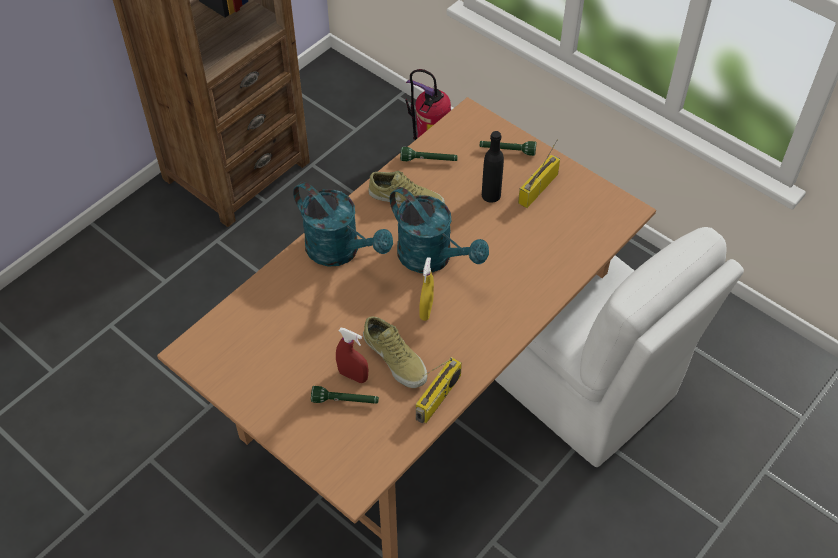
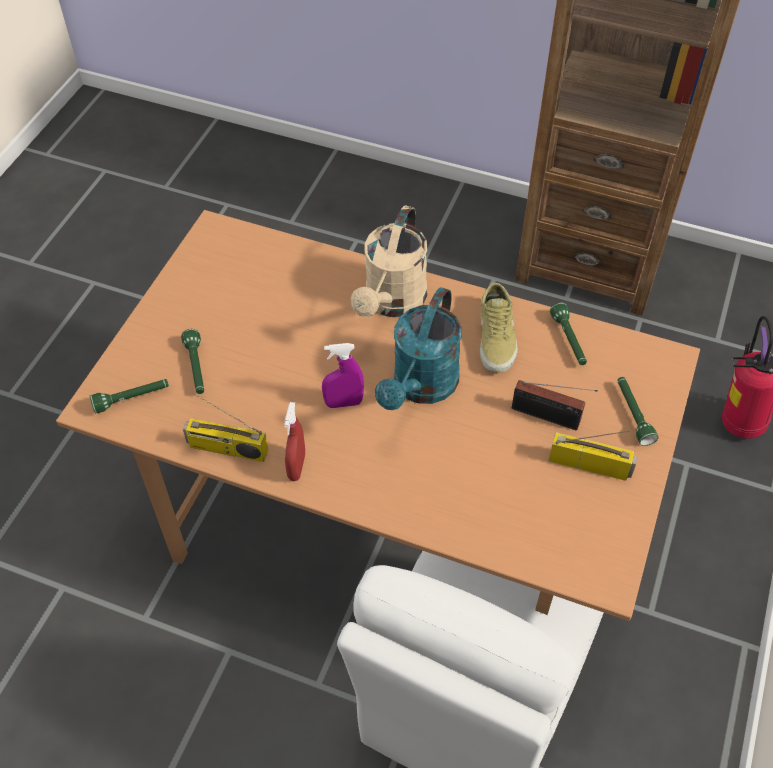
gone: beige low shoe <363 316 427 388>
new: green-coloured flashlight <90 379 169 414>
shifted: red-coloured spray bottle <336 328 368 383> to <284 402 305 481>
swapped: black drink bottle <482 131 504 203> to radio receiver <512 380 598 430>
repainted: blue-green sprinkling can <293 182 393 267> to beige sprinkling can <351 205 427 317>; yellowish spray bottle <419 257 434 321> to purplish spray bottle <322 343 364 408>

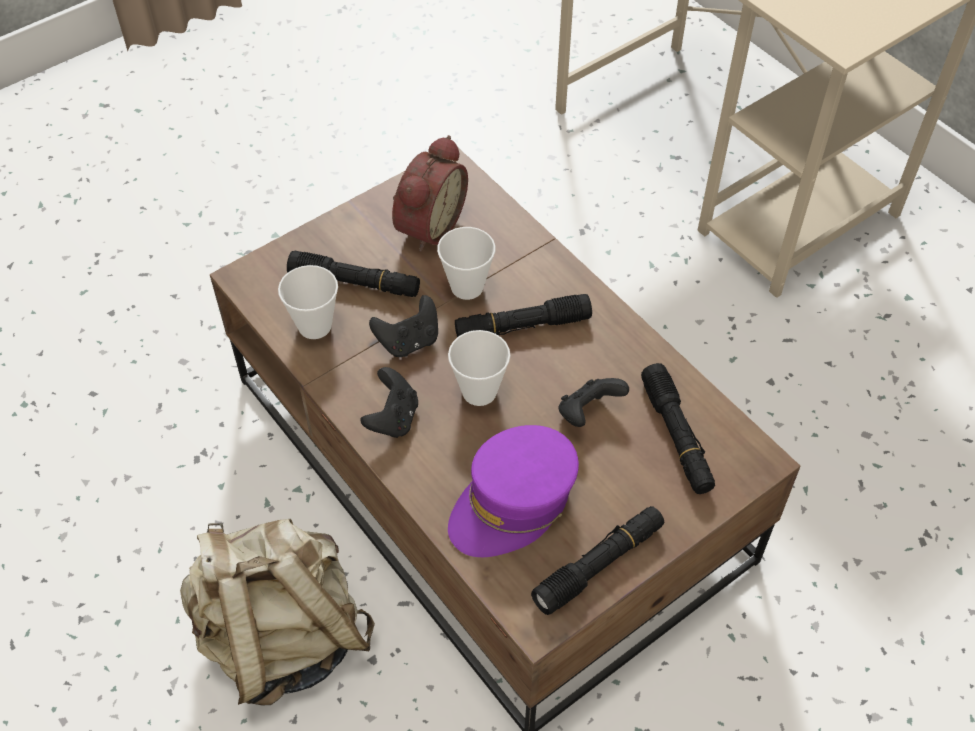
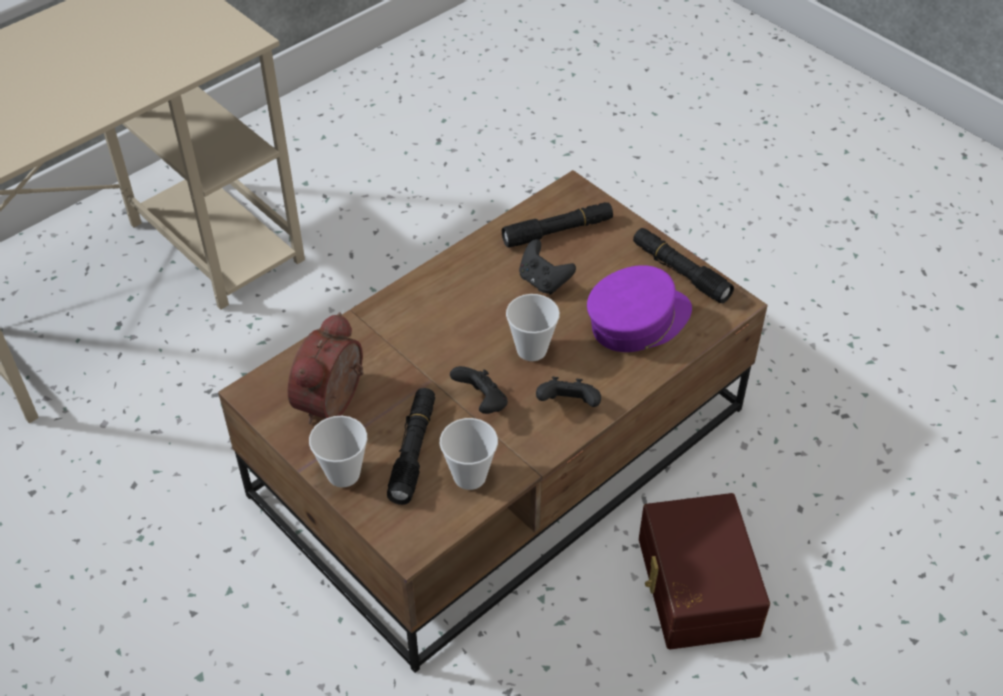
gone: black flashlight <455 294 592 337>
shifted: small cup <437 227 496 300> to <309 416 367 488>
swapped: beige backpack <180 519 375 705> to brownish storage box <639 493 770 649>
rotated: table clock <392 135 468 252> = <287 312 364 424> 90 degrees counterclockwise; purplish peaked cap <448 425 579 557> = <587 265 692 352> 75 degrees counterclockwise

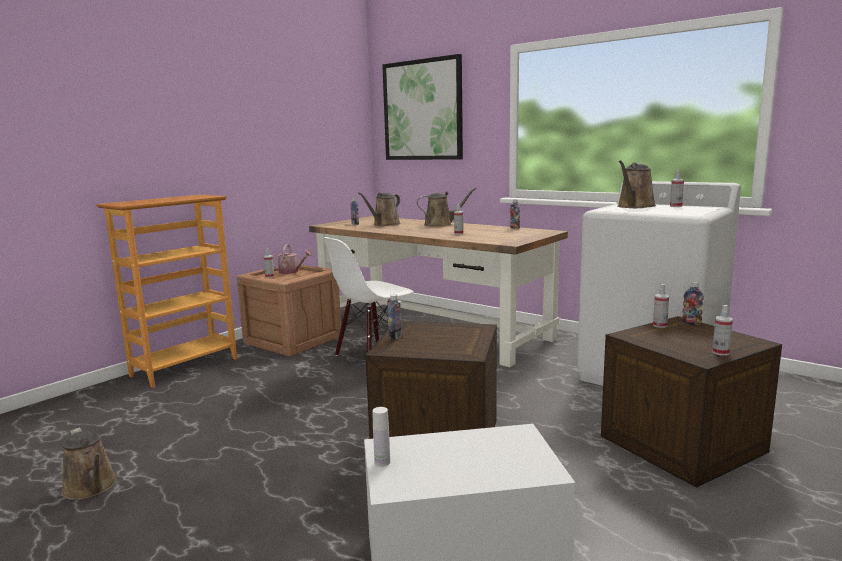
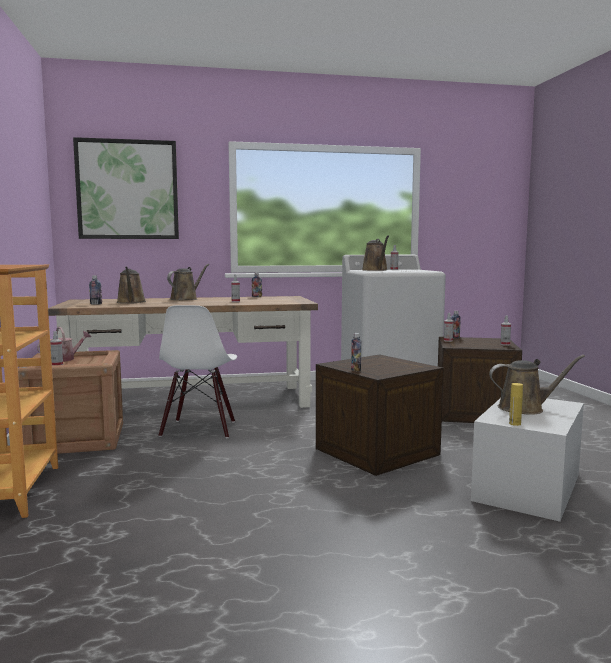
shifted: brownish sprinkling can <61 428 117 500> to <489 355 585 415>
repainted: whitish drink bottle <372 407 390 467> to yellowish drink bottle <509 383 523 426>

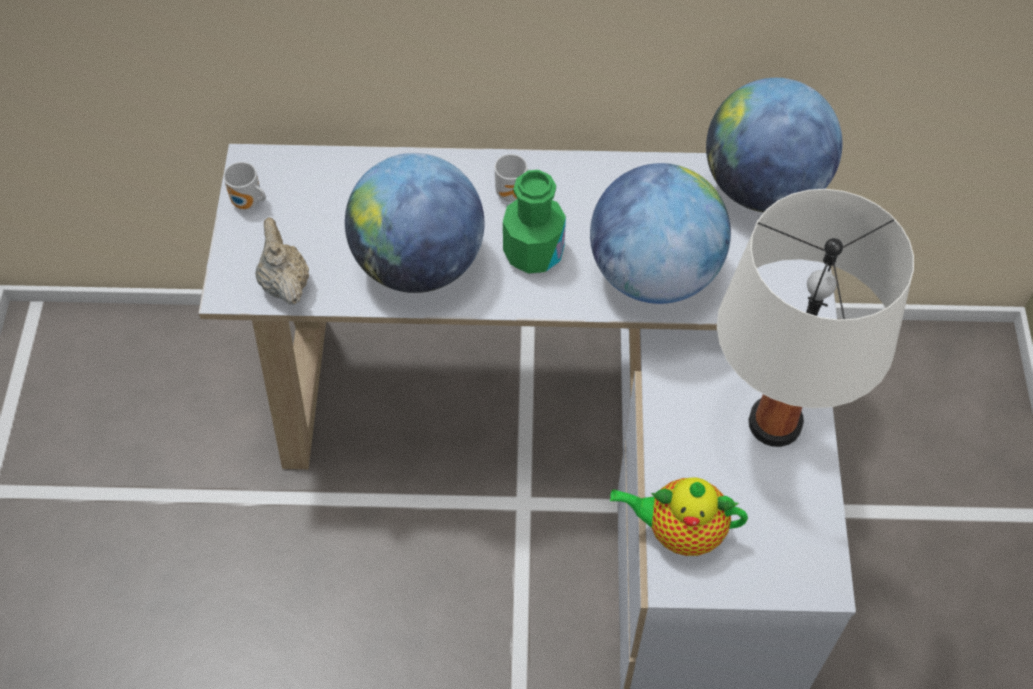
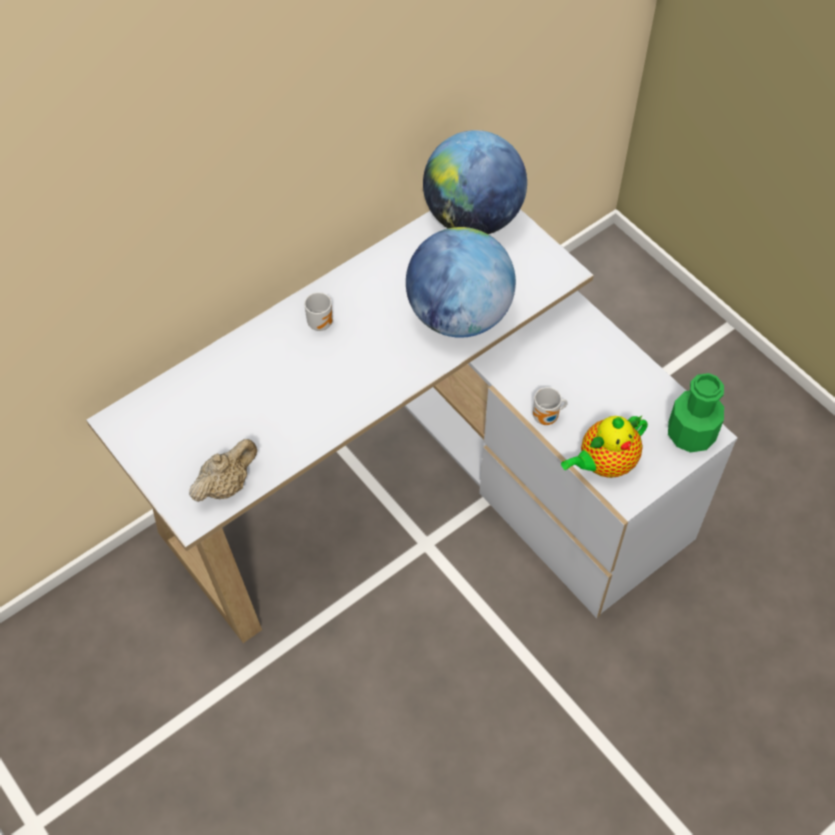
gone: desk globe <345 153 484 293>; whitish table lamp <717 189 914 447>
shifted: tea mug <223 162 266 209> to <533 387 568 425>; green-coloured drink bottle <503 170 566 274> to <668 373 724 452>
rotated: beige tea pot <255 217 309 305> = <189 439 257 502> 105 degrees clockwise

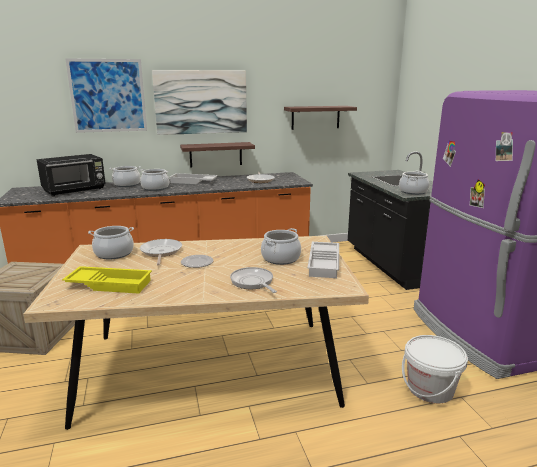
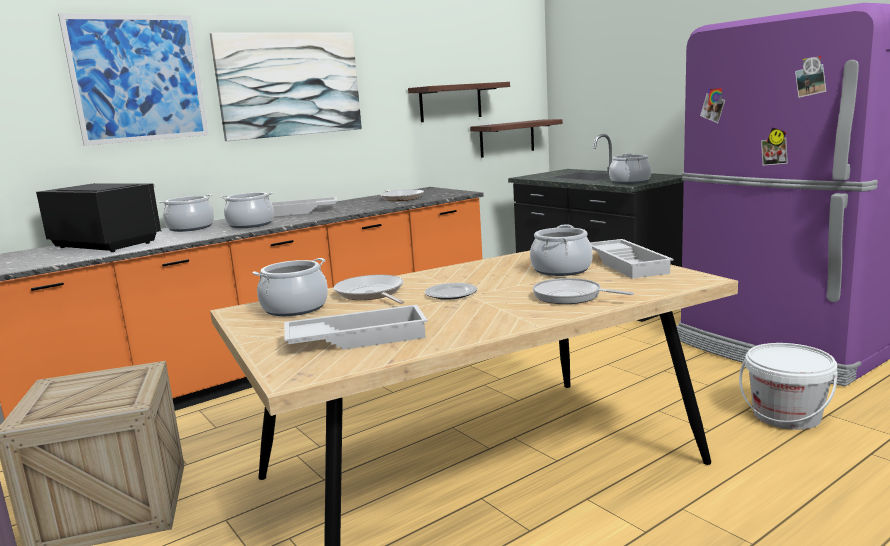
shifted: shelf <180 142 255 168> to <470 119 563 158>
repainted: yellowish carrying tray <62 266 152 294> to whitish carrying tray <284 305 428 350>
rotated: black microwave <36 154 106 196> = <36 183 162 252> 90 degrees counterclockwise

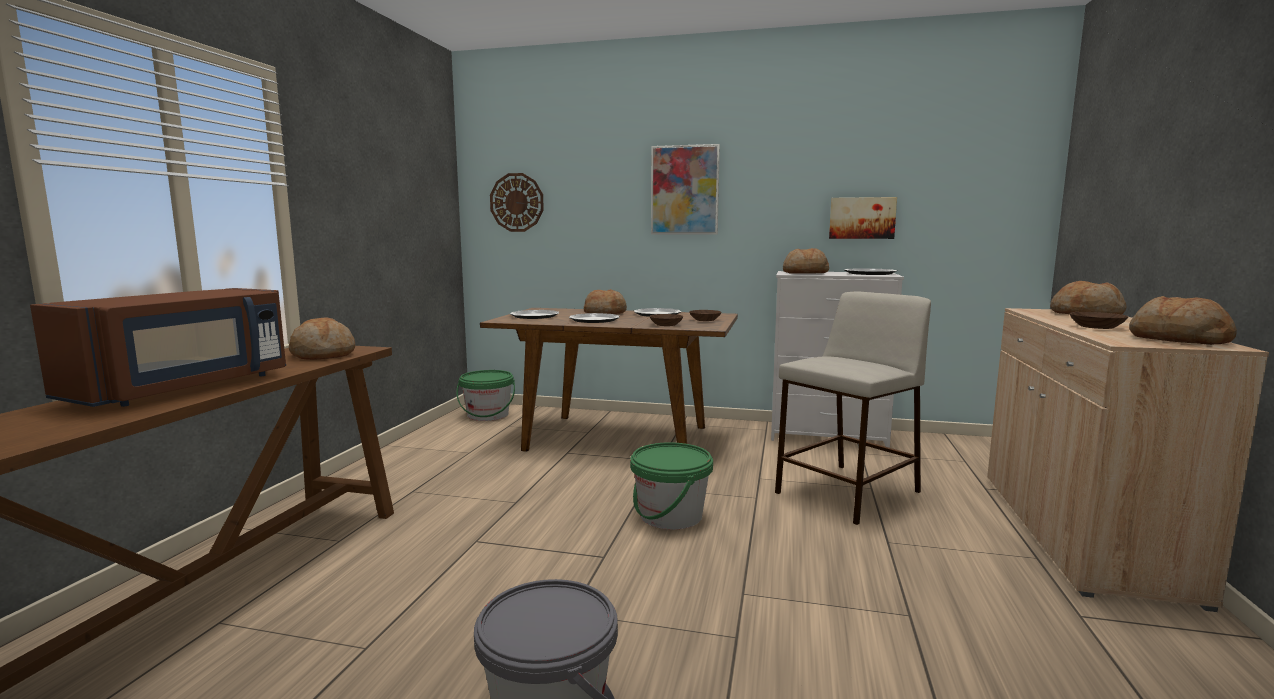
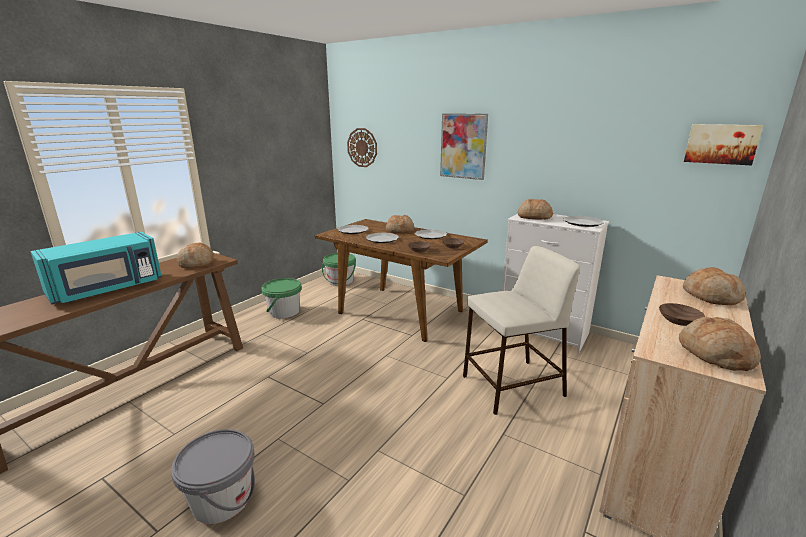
shifted: green-coloured pail <630 442 713 530> to <262 278 302 318>; wall picture <829 197 897 239> to <684 124 763 166>
repainted: brownish microwave <30 288 286 407> to blue-green microwave <31 232 162 304>

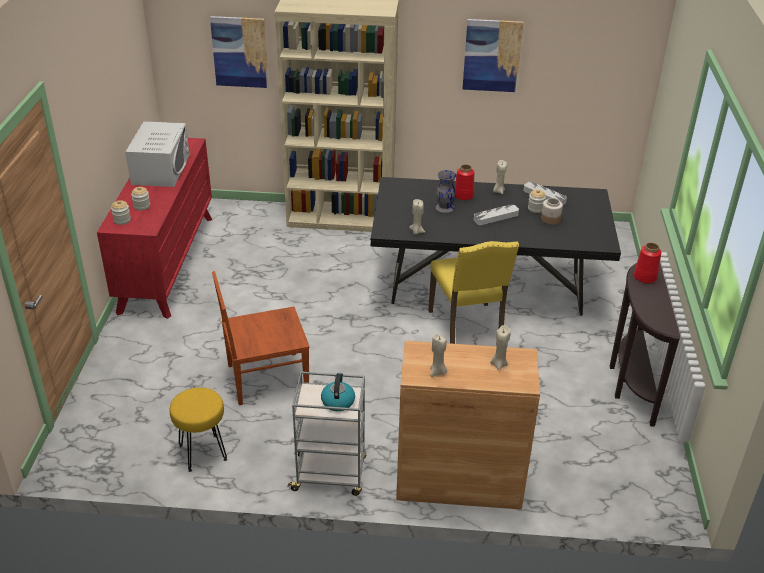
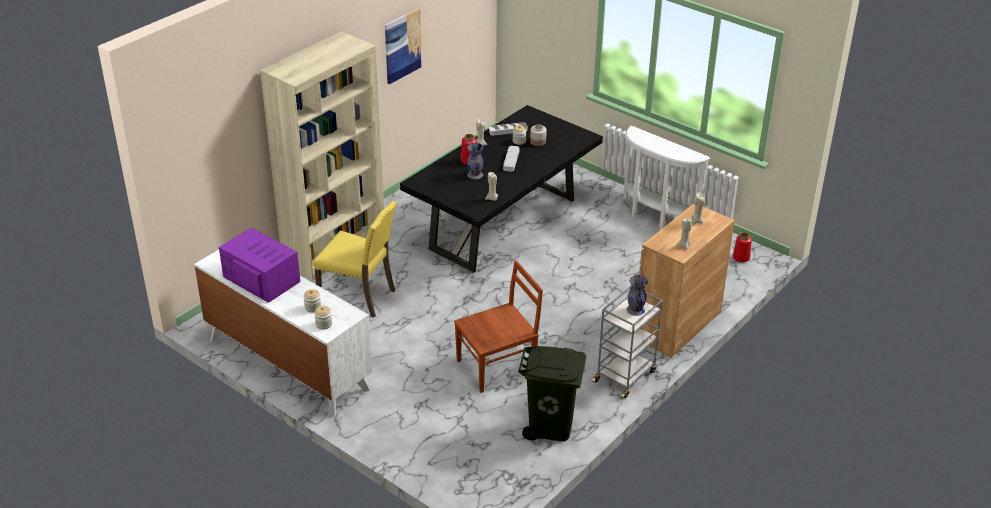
gone: wall picture <210 16 269 88>
shifted: yellowish chair <428 241 519 344> to <313 201 397 317>; red-coloured decorative vase <634 242 661 283> to <733 232 752 262>
swapped: yellowish stool <170 387 227 472> to green-coloured waste bin <518 346 586 441>; tea kettle <321 373 355 411> to grey decorative vase <627 275 648 316>
repainted: red-coloured dresser <97 138 212 319> to whitish dresser <194 250 372 417>; whitish microwave <125 121 190 187> to purplish microwave <219 227 301 303>; brownish narrow table <610 263 680 427> to whitish narrow table <623 126 710 230>
rotated: brownish chair <212 271 310 405> = <454 260 543 393> 135 degrees counterclockwise

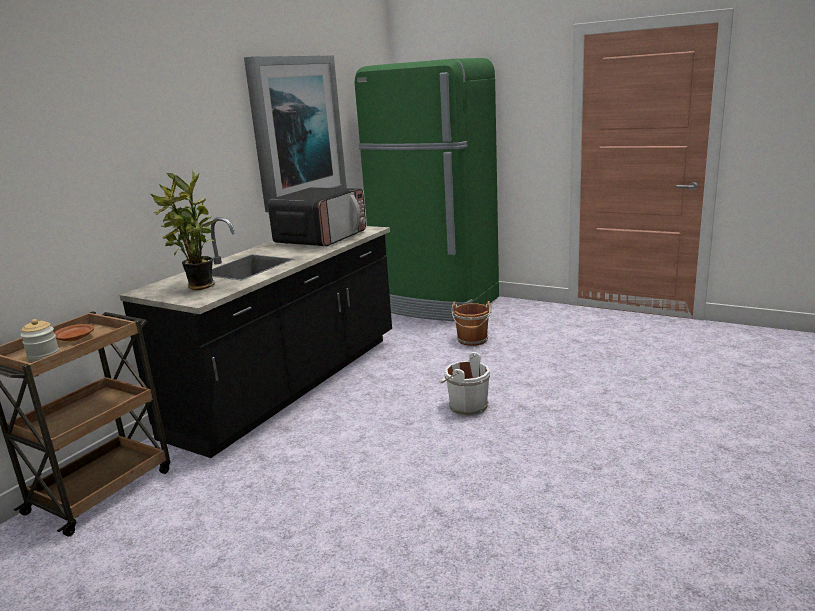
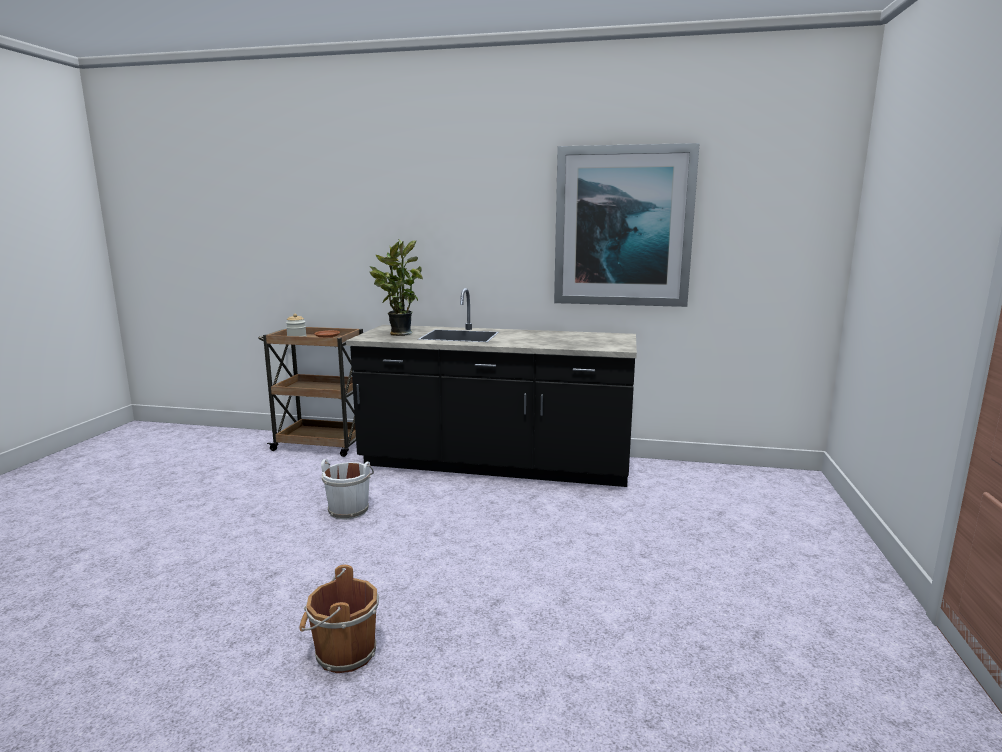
gone: microwave <268 187 366 246>; green-coloured refrigerator <355 58 499 321>
shifted: whitish pail <440 352 490 417> to <321 459 374 520>; brownish pail <451 301 492 346> to <300 565 379 673>

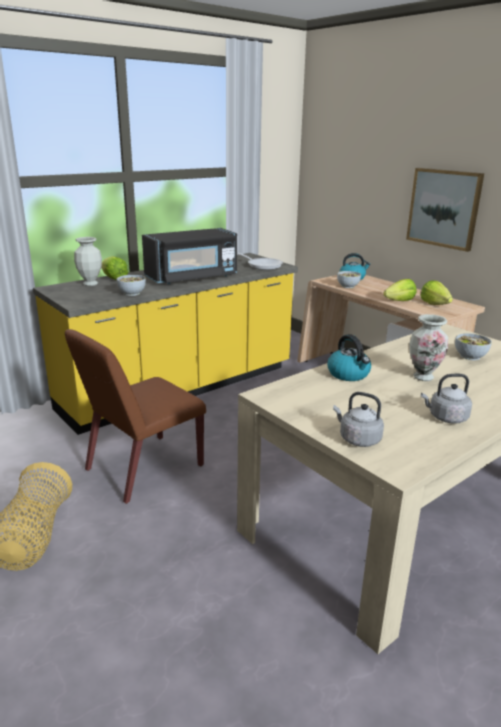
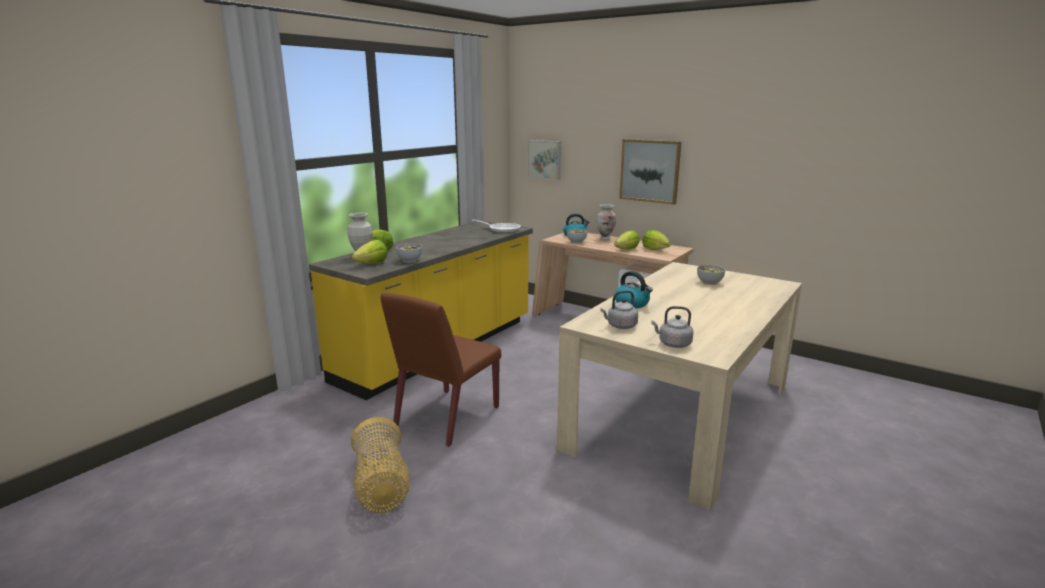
gone: black microwave <142 228 237 284>
new: head of lettuce <352 240 387 264>; wall picture <527 140 561 180>
shifted: decorative vase <410 314 448 381> to <596 204 616 240>; grey tea kettle <421 374 472 424> to <600 290 638 329>

